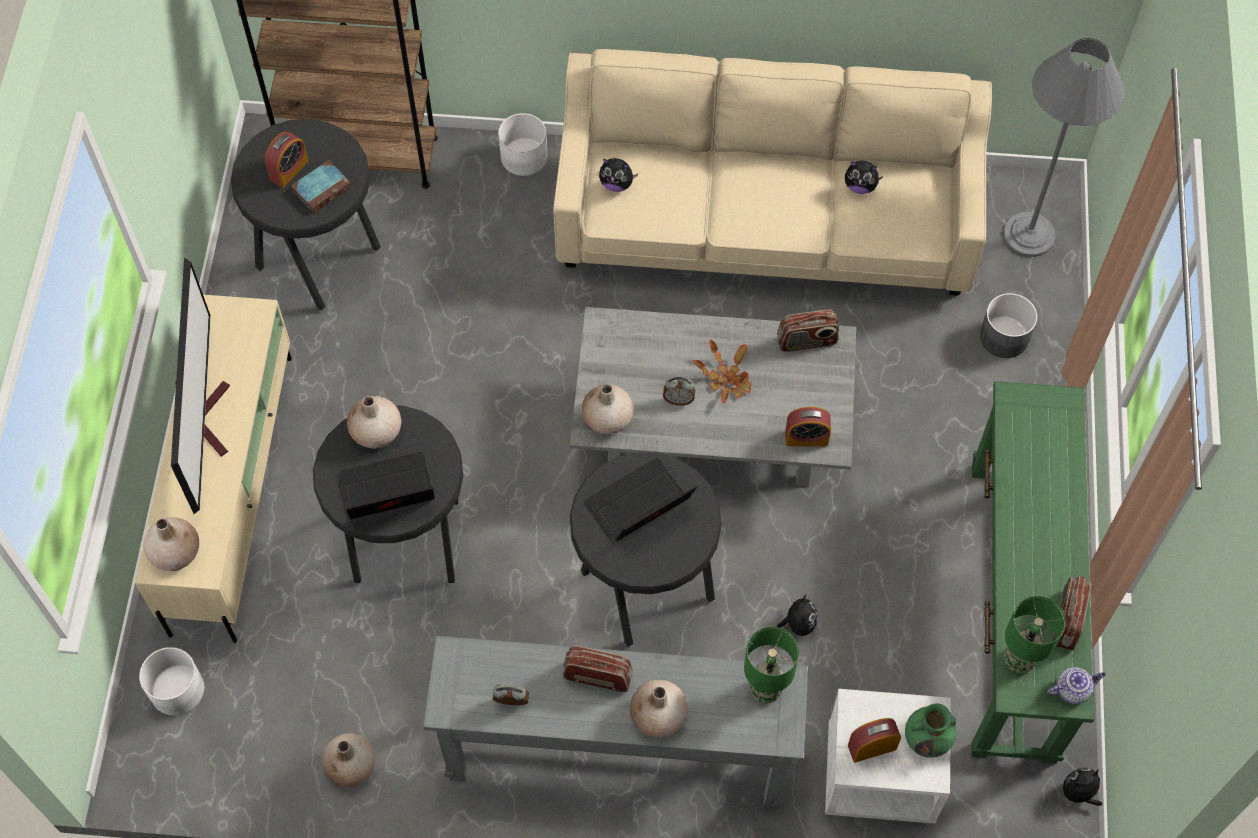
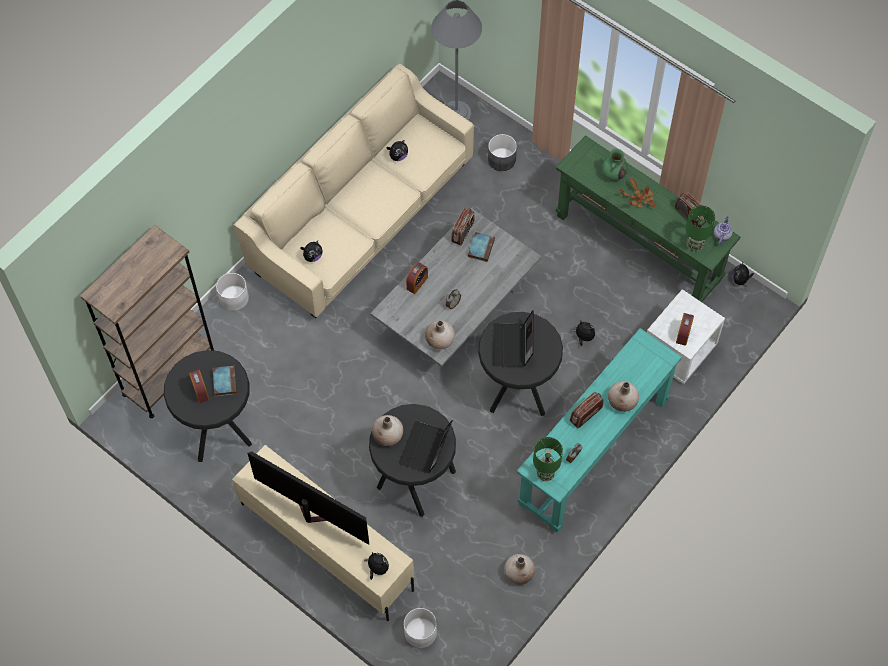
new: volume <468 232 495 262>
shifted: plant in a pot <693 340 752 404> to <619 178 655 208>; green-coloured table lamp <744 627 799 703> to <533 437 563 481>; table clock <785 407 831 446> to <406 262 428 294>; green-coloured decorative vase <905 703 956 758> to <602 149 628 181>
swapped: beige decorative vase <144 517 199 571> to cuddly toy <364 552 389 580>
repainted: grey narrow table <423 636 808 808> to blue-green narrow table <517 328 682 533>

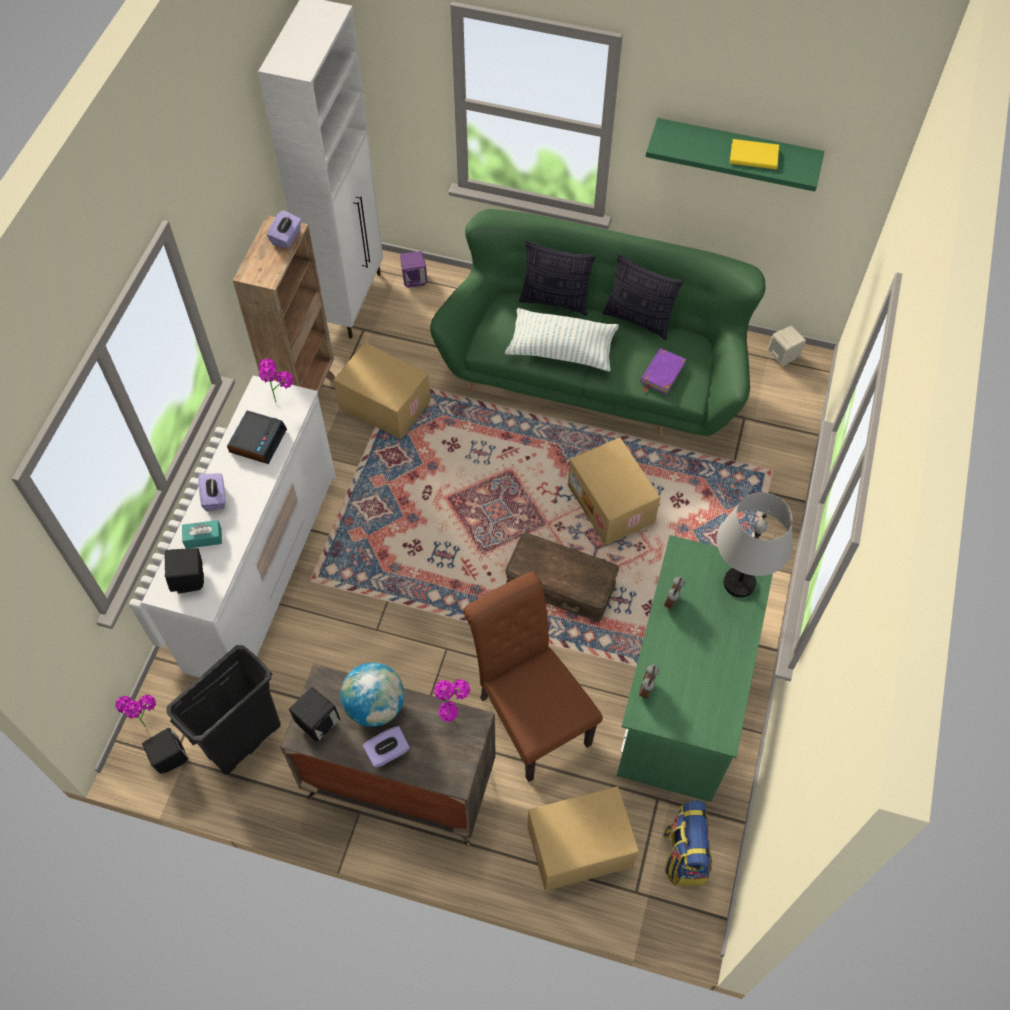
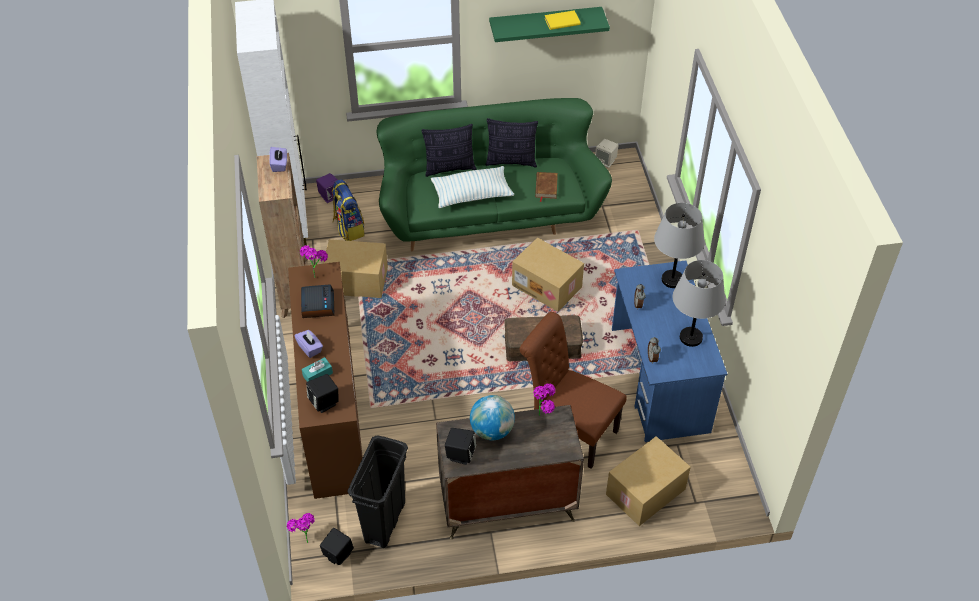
gone: purplish tissue holder <363 726 410 768>
new: grey table lamp <673 260 725 347>
shifted: backpack <663 800 712 886> to <332 180 365 241>
repainted: whitish dresser <142 375 336 677> to brownish dresser <288 262 363 499>; green-coloured desk table <617 535 773 802> to blue desk table <612 261 727 442>; purplish volume <640 348 686 394> to brownish volume <535 172 558 202>

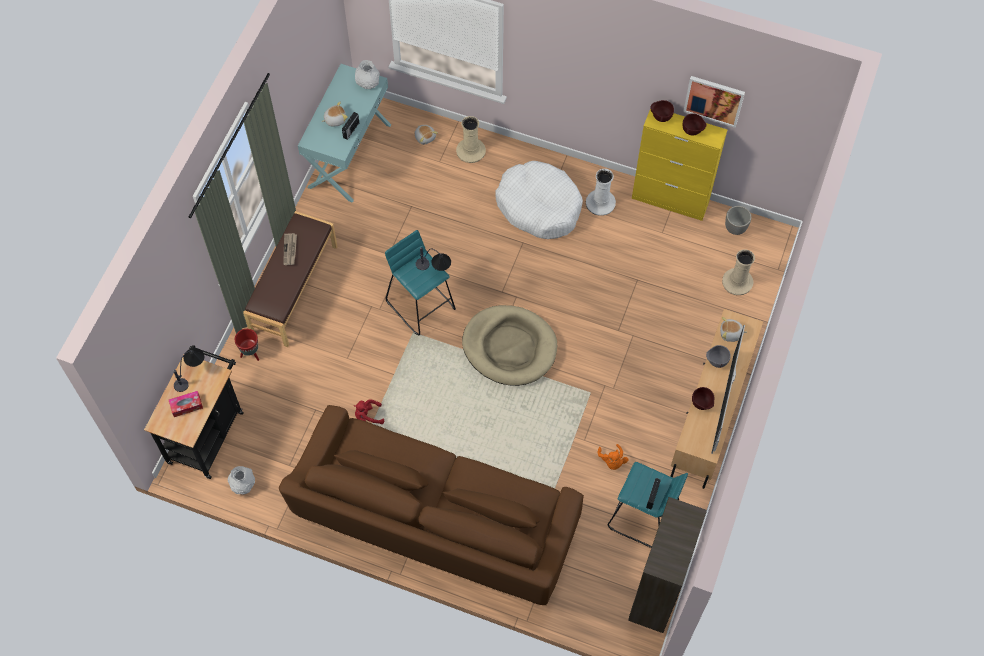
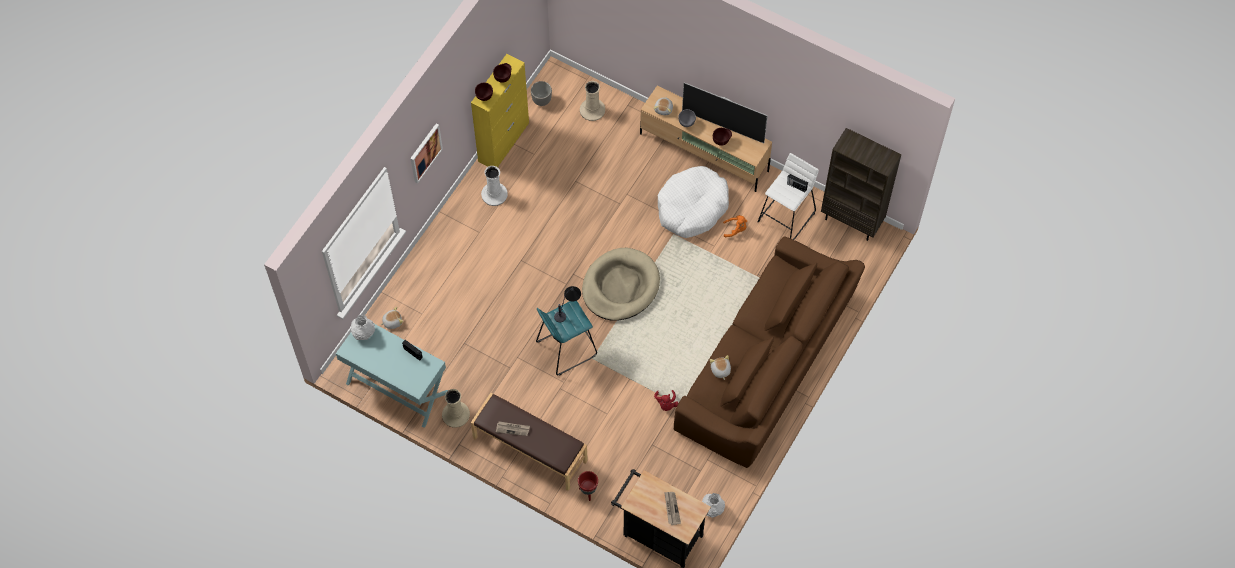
gone: table lamp <173 348 204 392>
shifted: cuddly toy <322 102 348 126> to <710 355 731 380>; beige decorative vase <456 116 486 163> to <442 389 470 428>; whitish dog cushion <495 161 583 239> to <658 166 729 238>; wall picture <683 76 745 128> to <410 123 443 184>
swapped: tissue holder <169 391 203 417> to daily paper <664 492 681 525>
repainted: blue-green stool <608 462 688 548> to whitish stool <758 153 819 240>

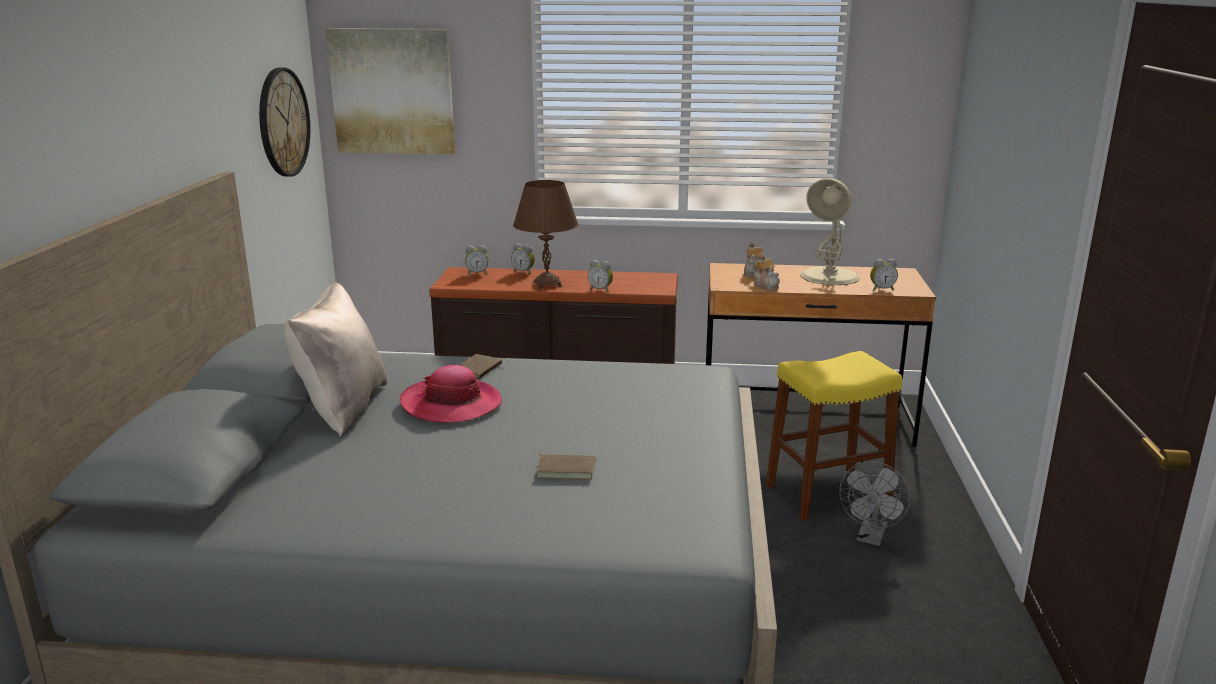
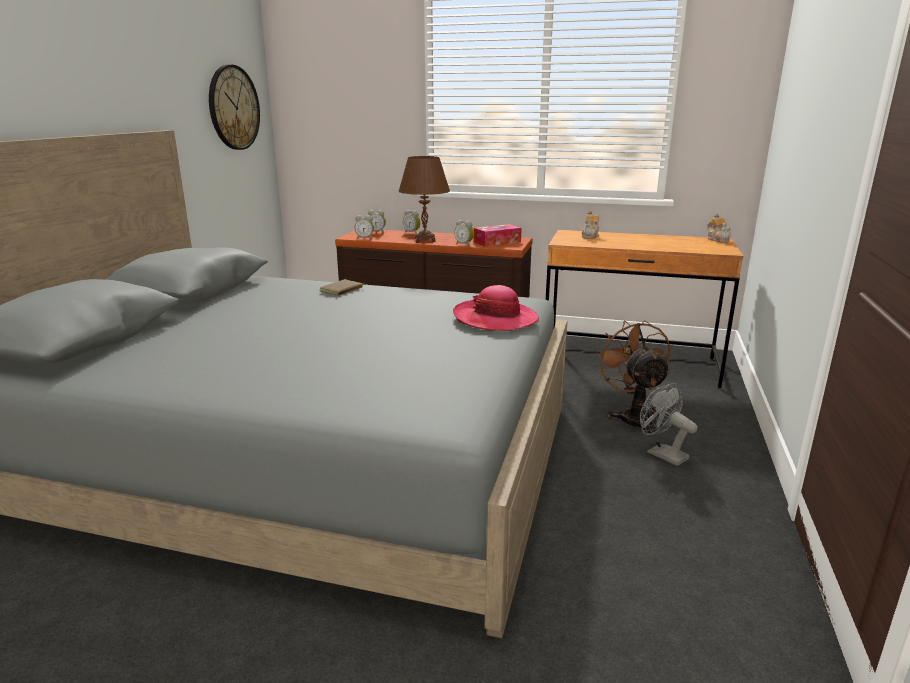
gone: beige pillow <284 282 387 437>; wall picture <326 28 455 154>; brownish volume <536 449 596 480>; beige table lamp <800 178 860 285>
new: tissue holder <474 224 522 247>
shifted: wearable hat <400 365 502 423> to <453 285 539 331>; tea pot <753 254 780 291> to <707 213 731 243>; table clock <870 259 898 291> to <355 215 374 239>
swapped: yellowish stool <766 351 902 521> to brownish electric fan <596 320 671 436>
rotated: grey electric fan <839 461 910 546> = <640 383 698 466> 105 degrees clockwise

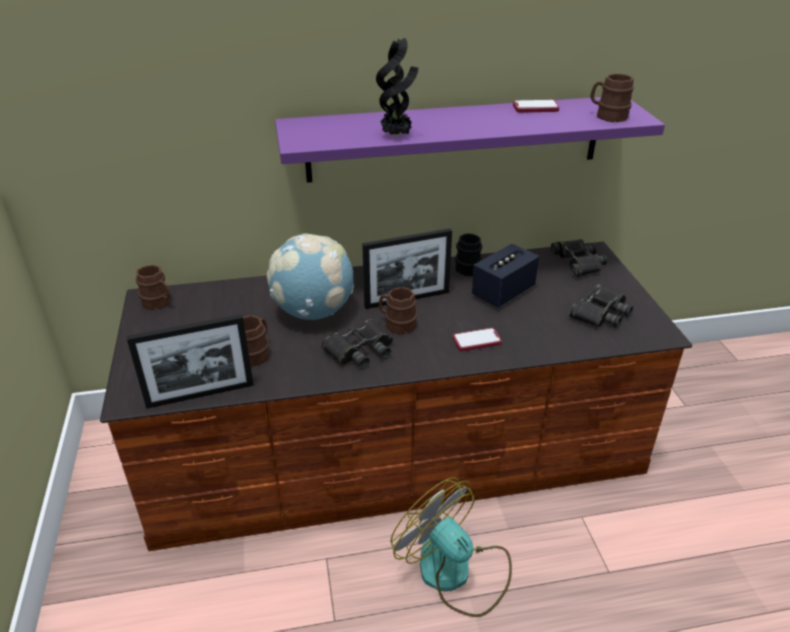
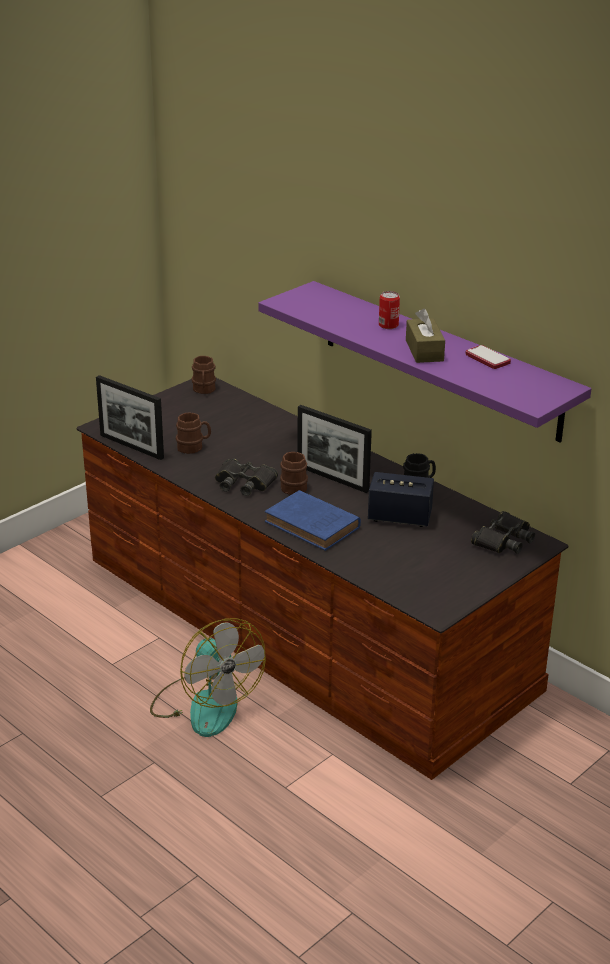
gone: desk globe <267 234 354 320>; plant in a pot <376 38 419 136>; black pair of binoculars <569 284 633 328>; brownish tea mug <591 74 634 122>
new: sealed can <379 291 400 329>; brownish tissue holder <406 309 445 363>
swapped: phone <453 328 502 352> to blue volume <265 490 361 551>
rotated: electric fan <390 478 512 617> = <150 618 266 737> 135 degrees clockwise

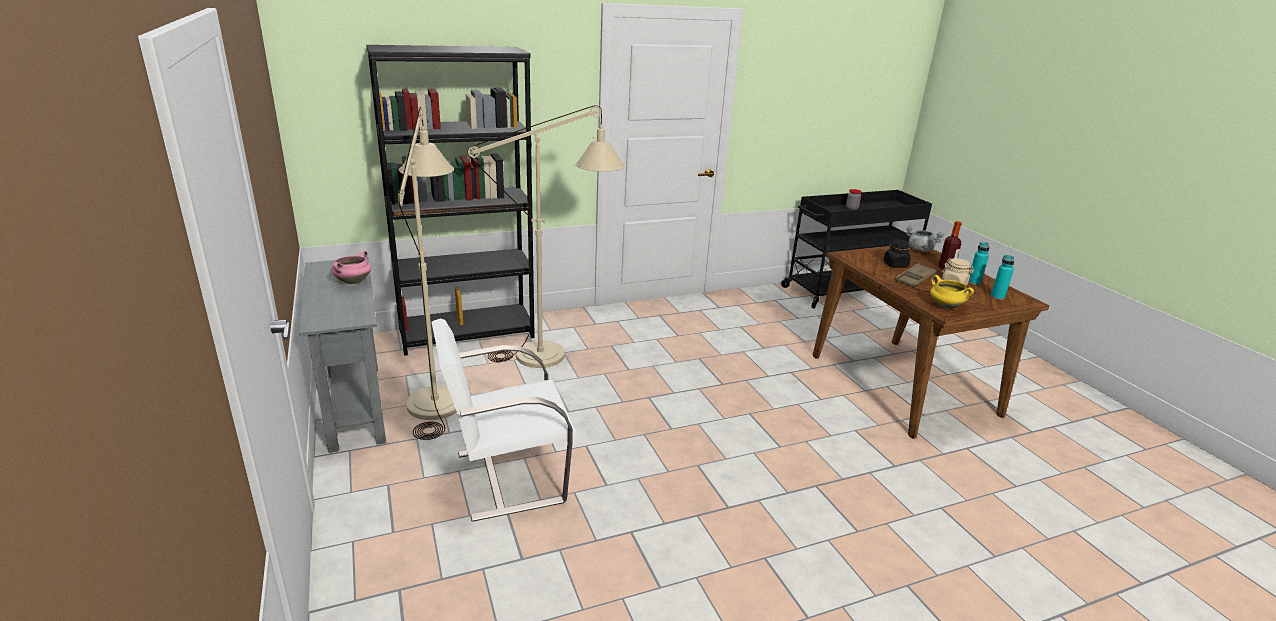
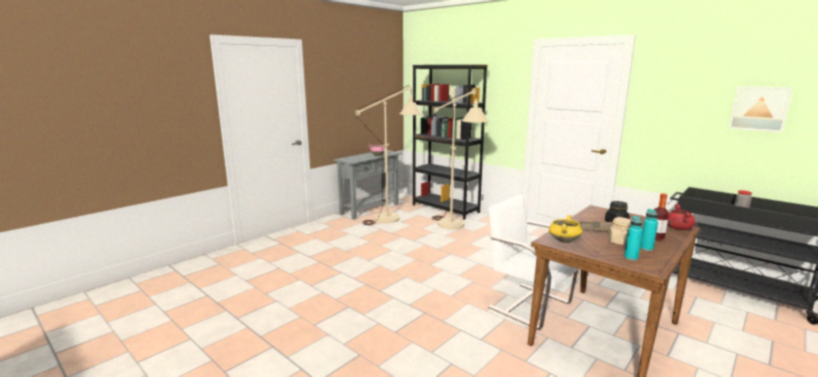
new: wall picture <729 86 793 132>
shifted: whitish chair <431 319 577 522> to <488 195 579 330>
repainted: grey stockpot <905 225 944 252> to red-coloured stockpot <667 204 695 230>

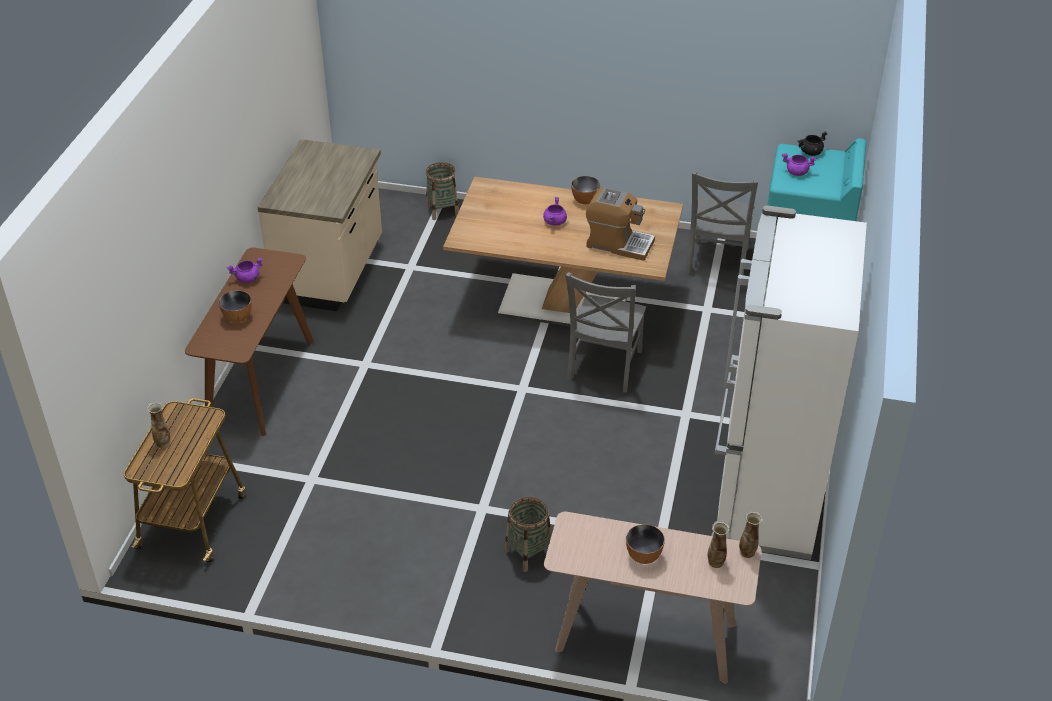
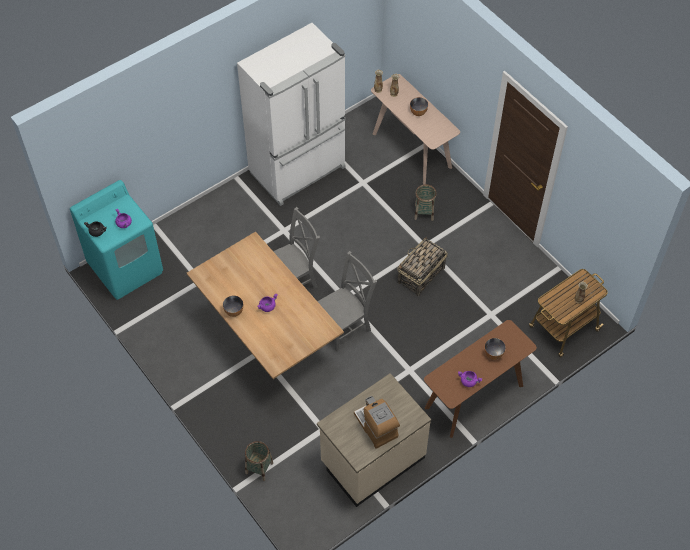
new: household basket <398 237 448 296>
shifted: coffee machine <586 187 655 261> to <354 396 400 449>; grey chair <686 171 758 276> to <317 251 377 352>

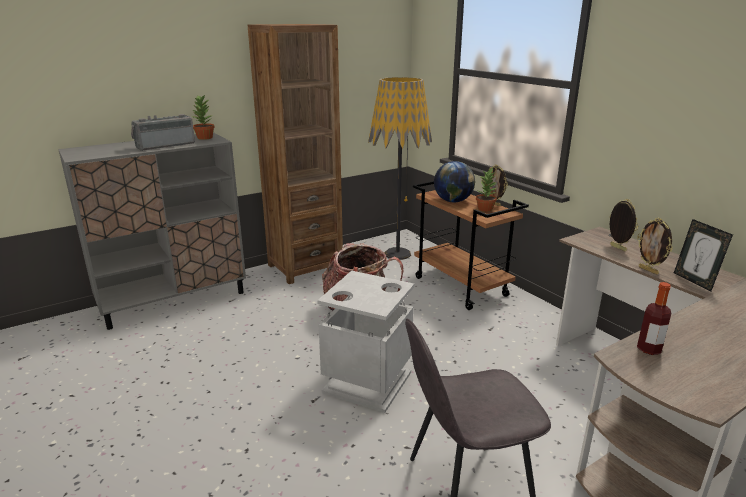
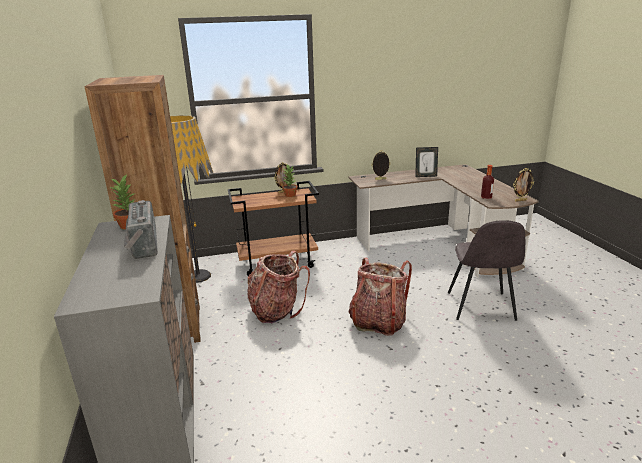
gone: desk globe <434 161 475 202>
shifted: photo frame <637 218 673 275> to <513 168 534 202>
swapped: grey waste bin <317 270 414 413> to backpack <348 258 412 336>

